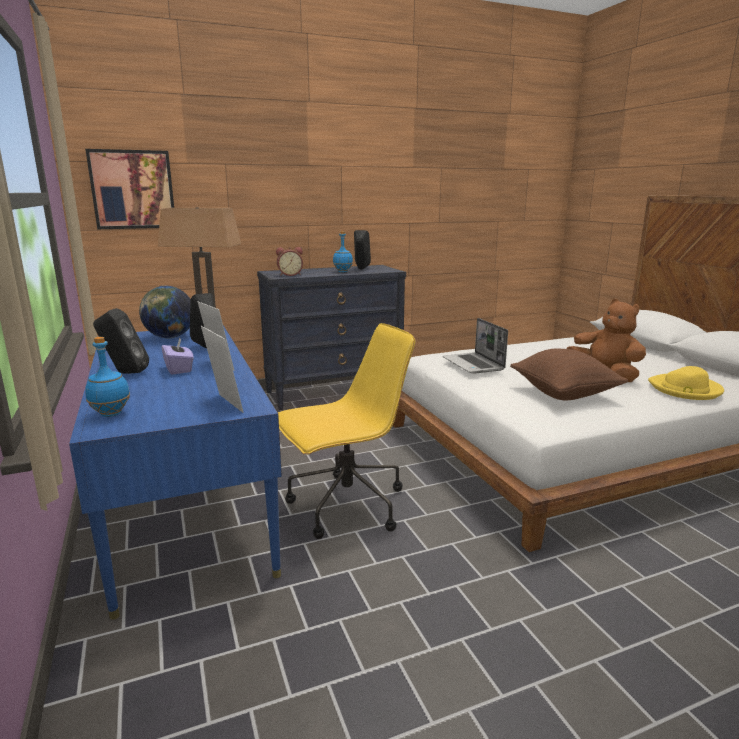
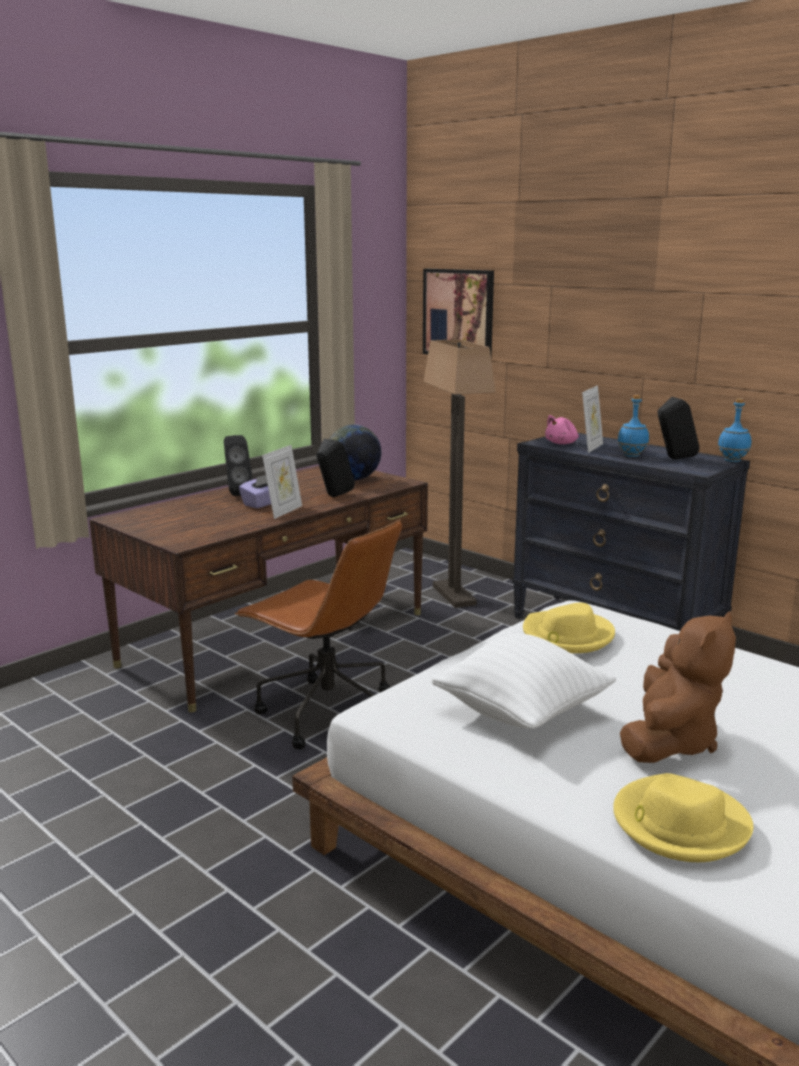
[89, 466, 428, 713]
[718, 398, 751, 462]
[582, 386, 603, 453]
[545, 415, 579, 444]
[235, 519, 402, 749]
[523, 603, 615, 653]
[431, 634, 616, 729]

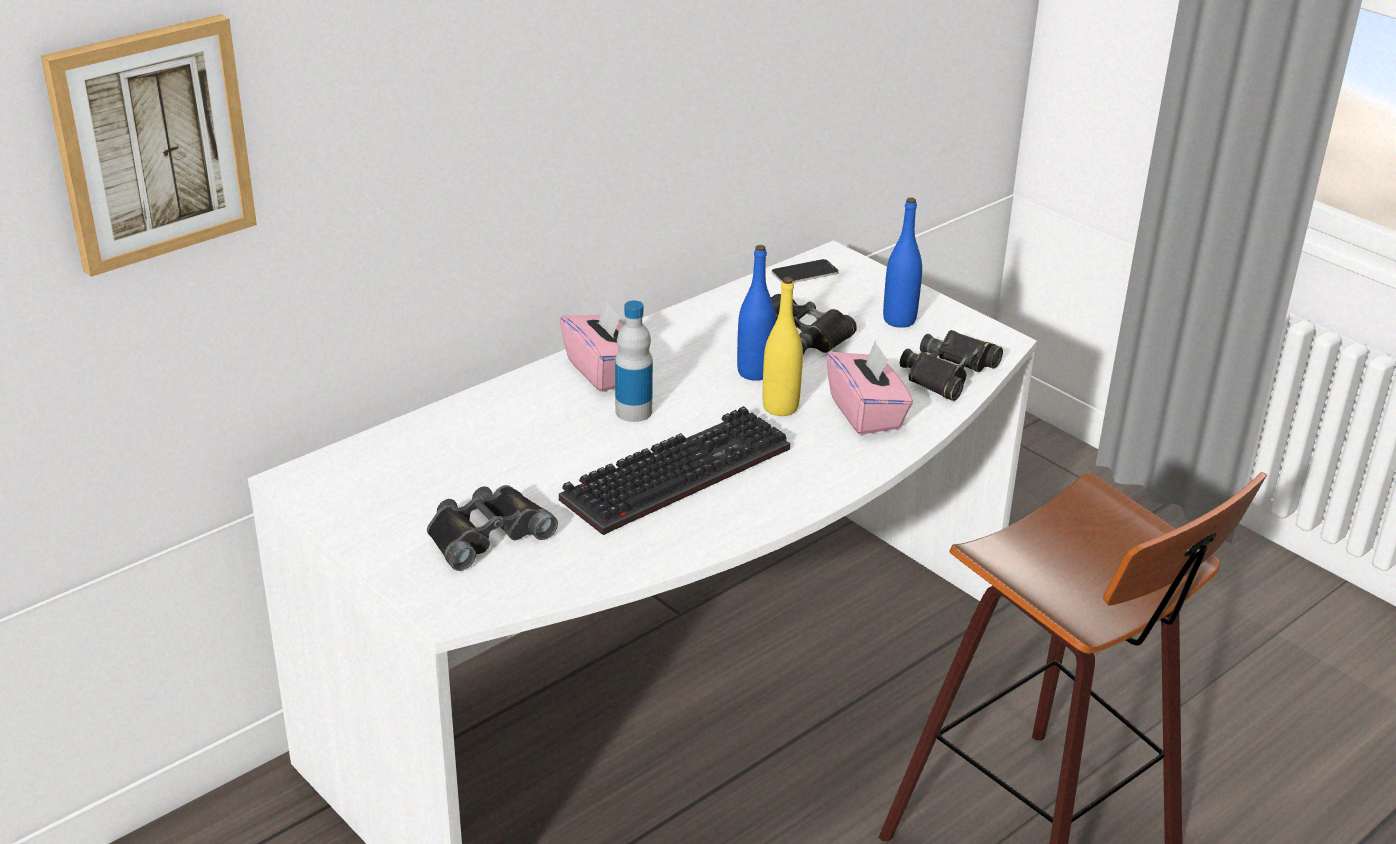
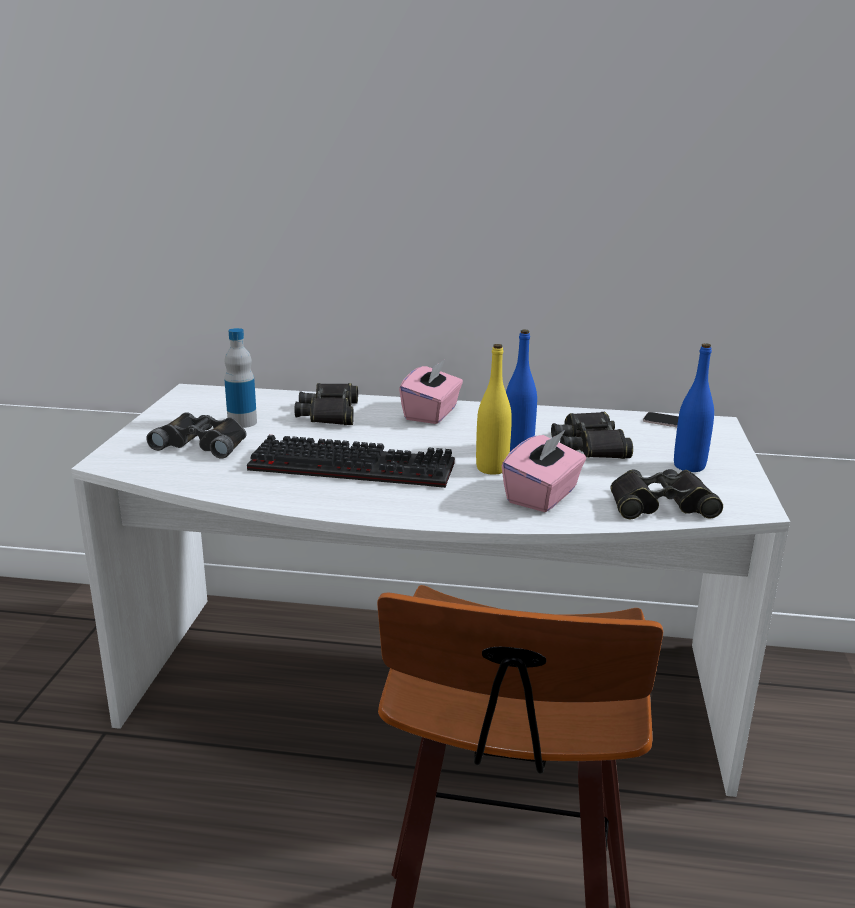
[41, 14, 257, 277] (first image)
[224, 328, 257, 428]
[294, 383, 358, 425]

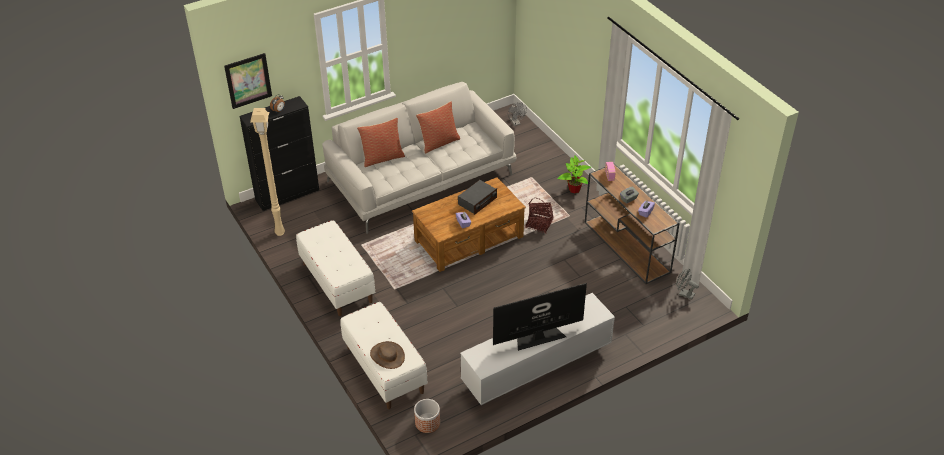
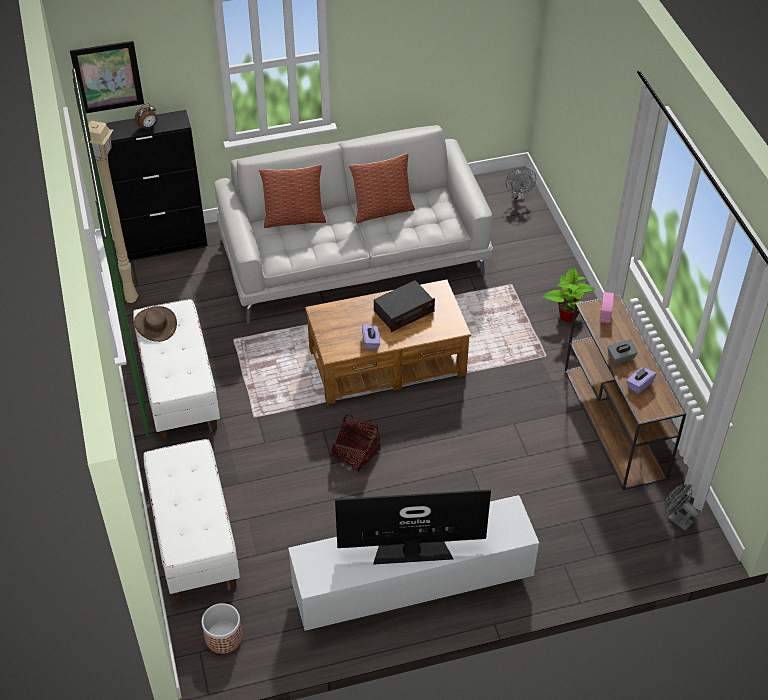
[134, 306, 177, 342]
[331, 414, 380, 472]

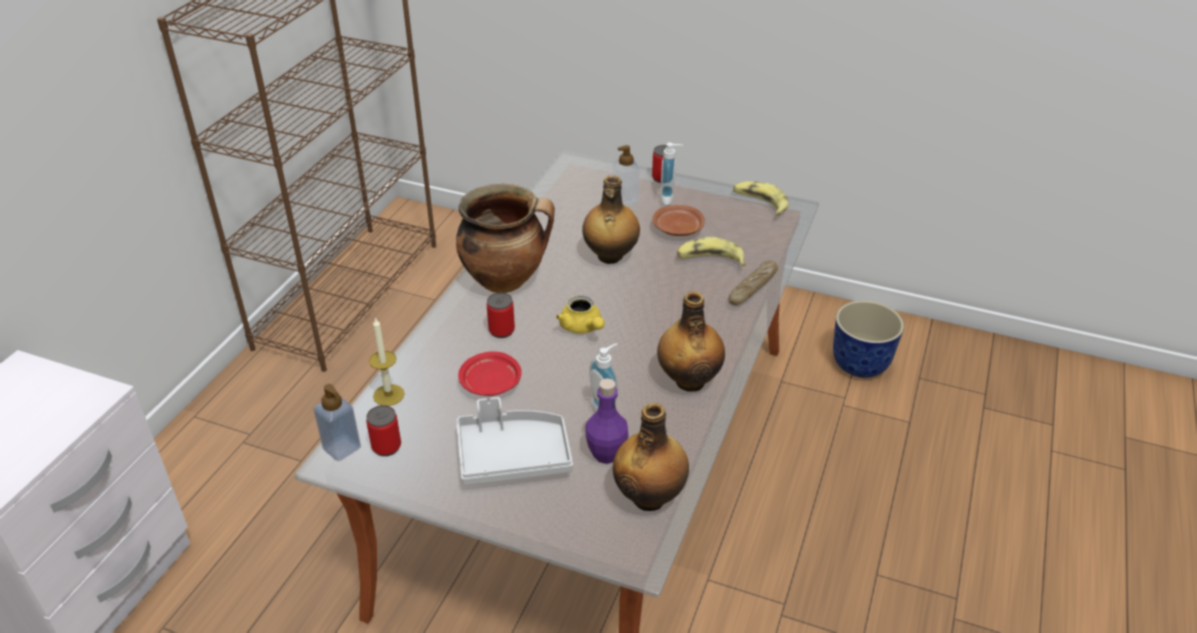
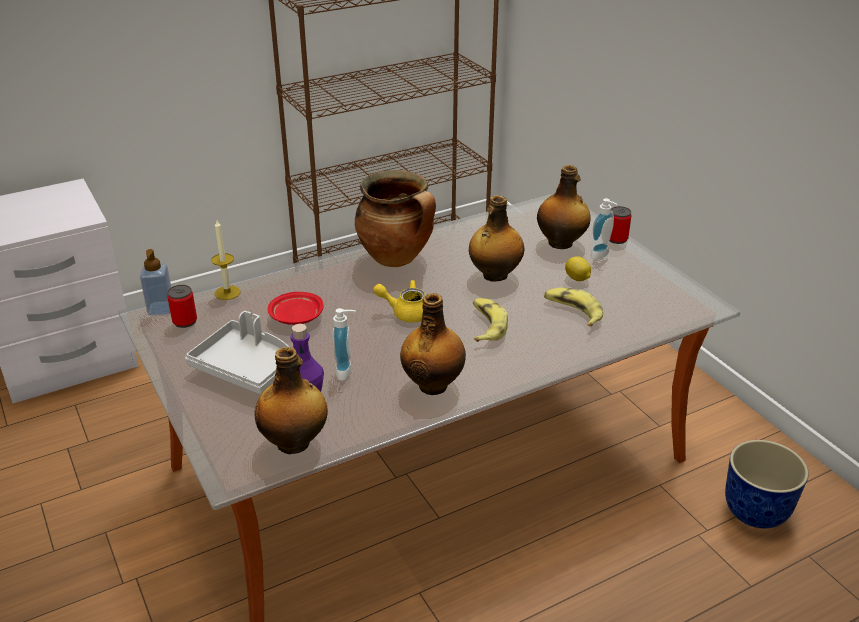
[487, 293, 515, 338] (first image)
[373, 280, 425, 322]
[537, 165, 591, 249]
[565, 256, 591, 281]
[729, 260, 778, 305] (first image)
[473, 298, 508, 342]

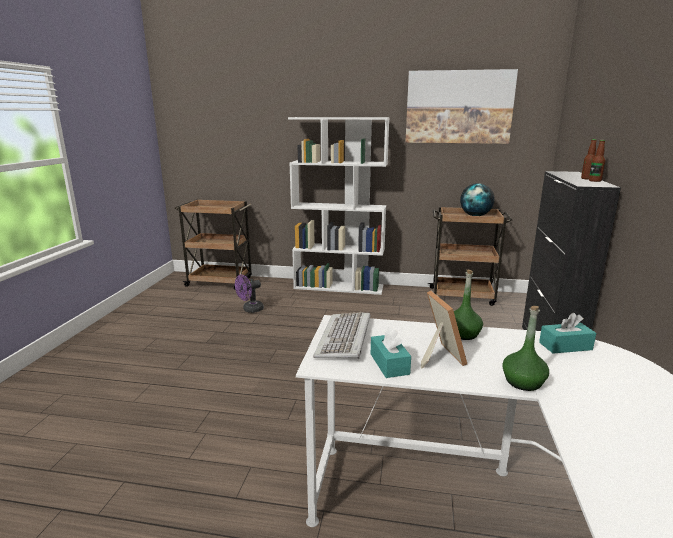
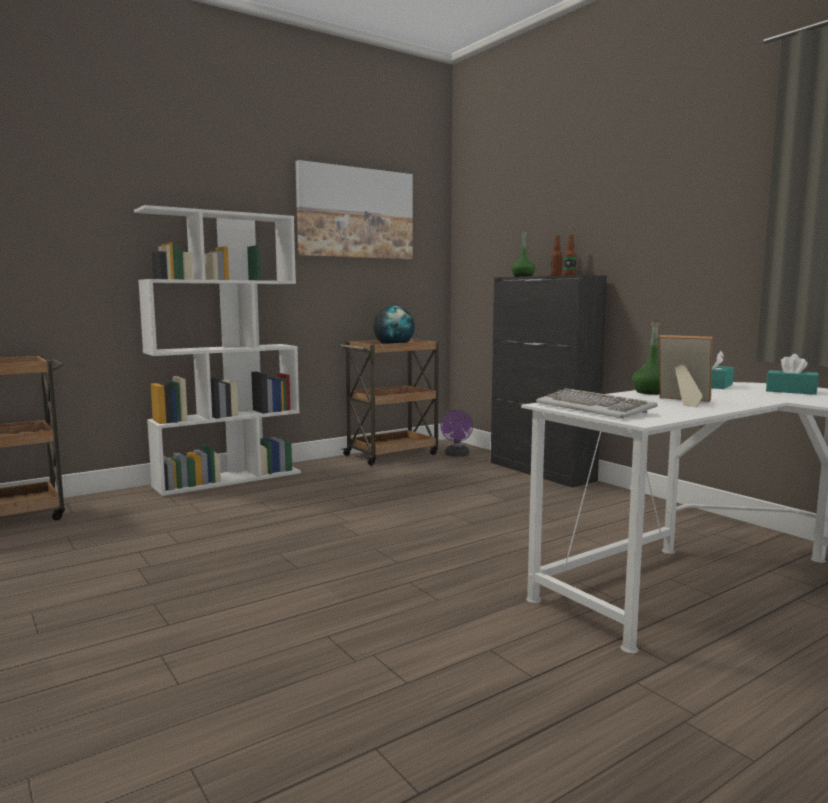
[440, 410, 473, 457]
[766, 354, 819, 395]
[512, 230, 535, 277]

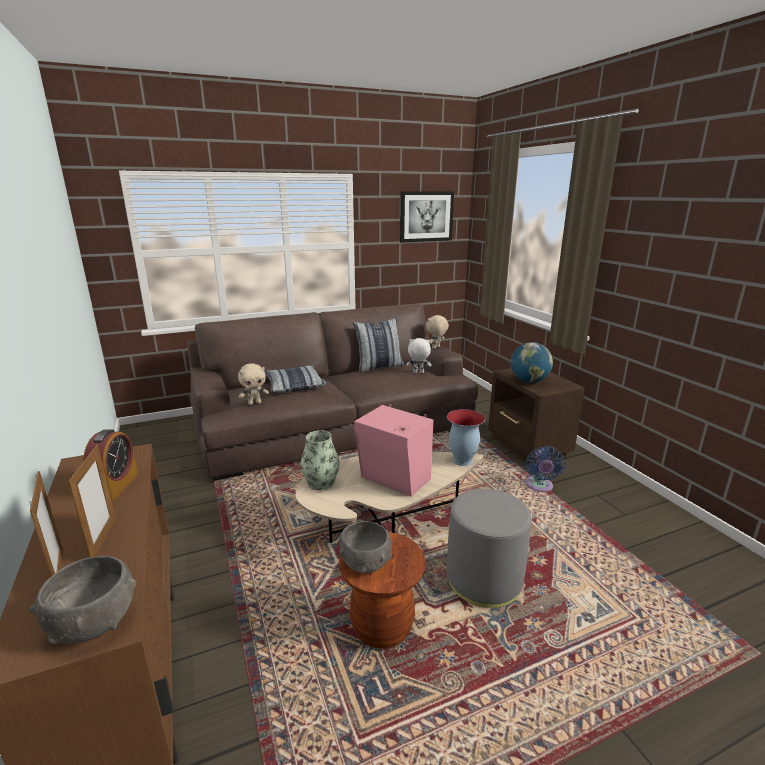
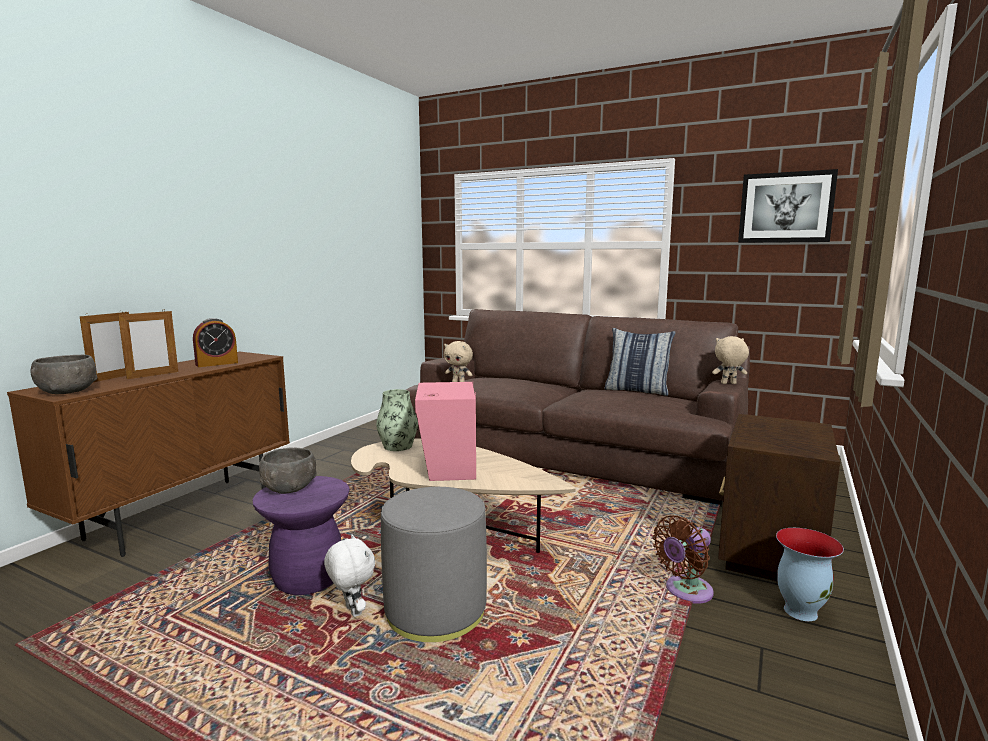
[264, 365, 327, 393] (first image)
[252, 476, 350, 595]
[324, 534, 375, 617]
[776, 528, 844, 621]
[511, 342, 553, 383] (first image)
[653, 515, 714, 604]

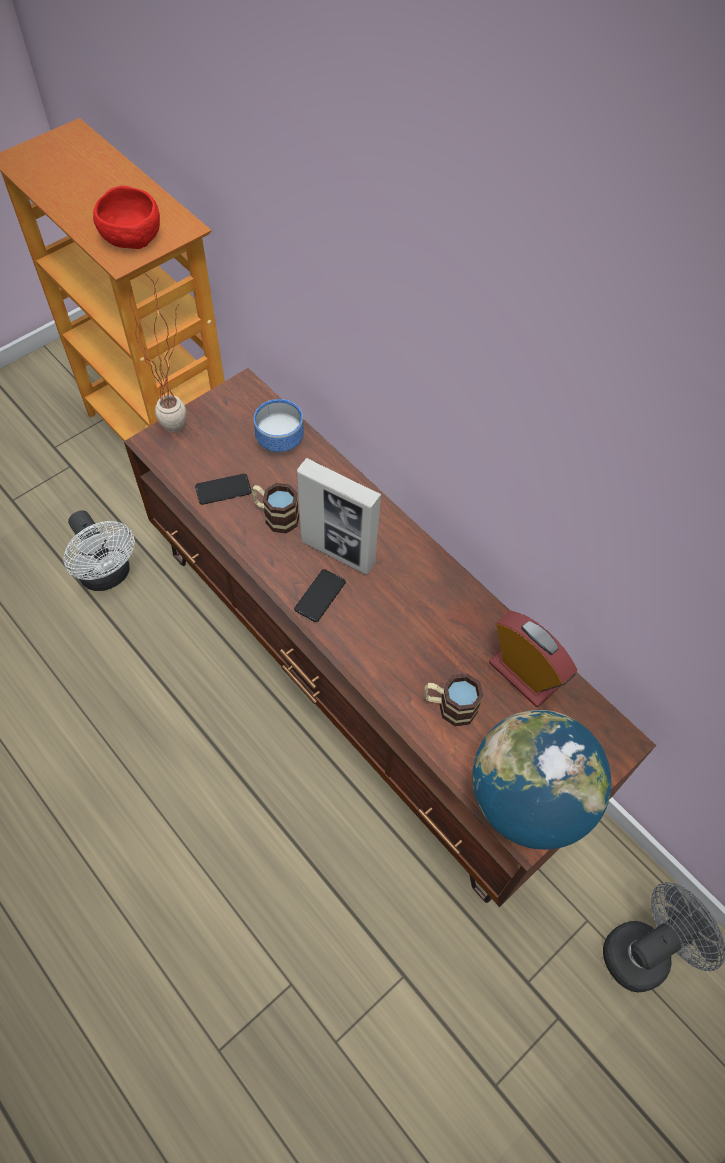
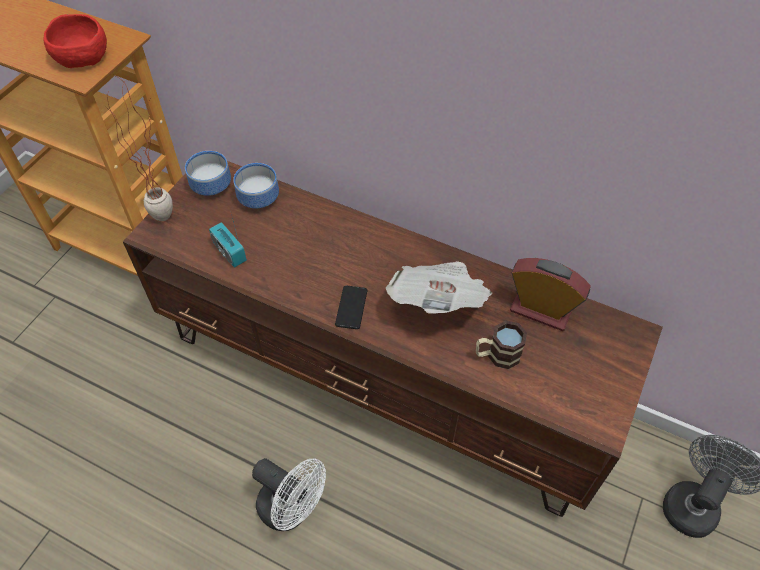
[252, 458, 326, 531]
[209, 214, 247, 268]
[252, 483, 299, 533] (first image)
[297, 458, 381, 574] (first image)
[472, 710, 611, 850] (first image)
[185, 151, 231, 196]
[386, 261, 492, 314]

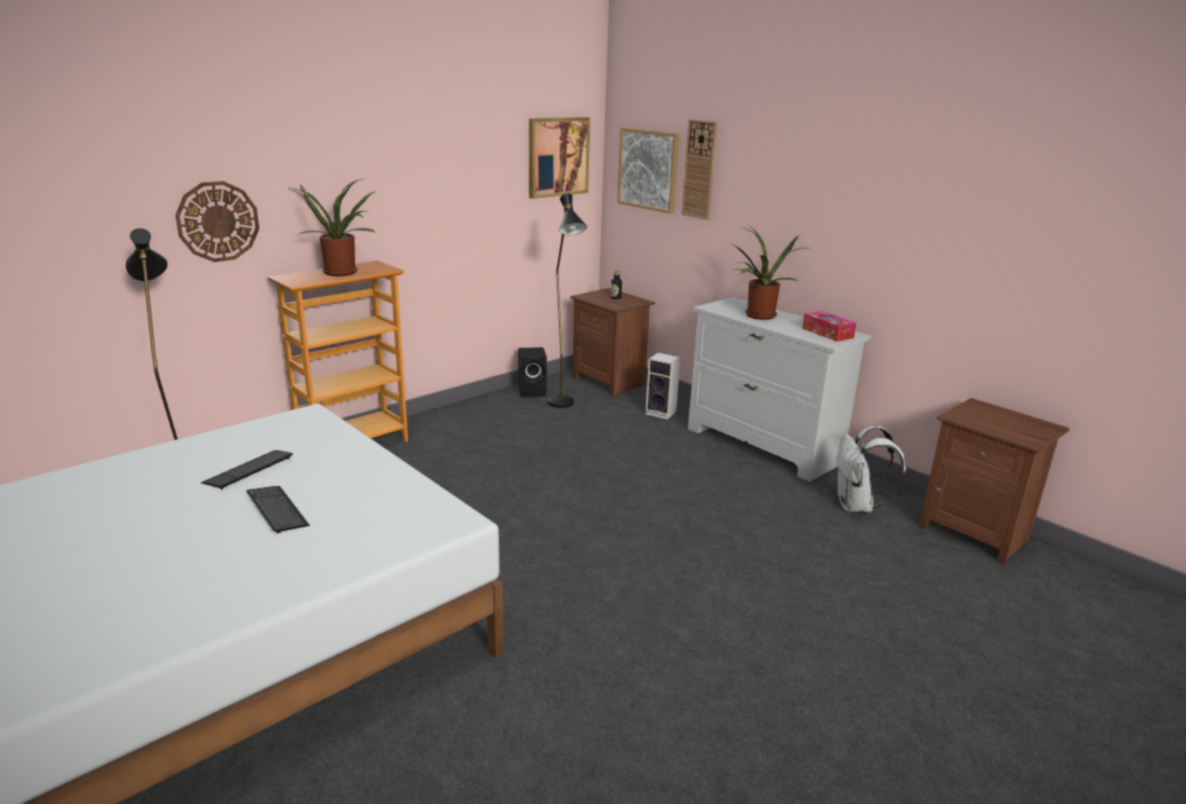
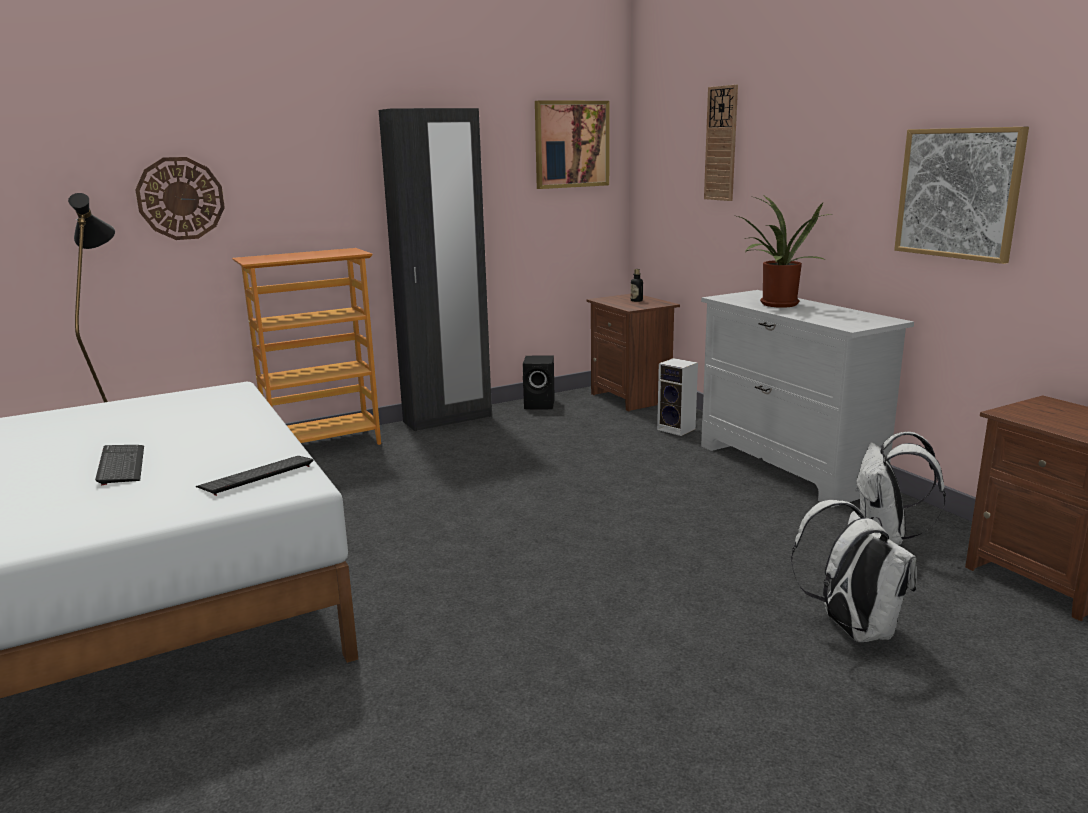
[196, 456, 314, 496]
[291, 178, 377, 276] (first image)
[547, 193, 587, 408] (first image)
[894, 127, 1029, 264]
[802, 311, 856, 342] (first image)
[379, 108, 492, 431]
[791, 500, 917, 642]

